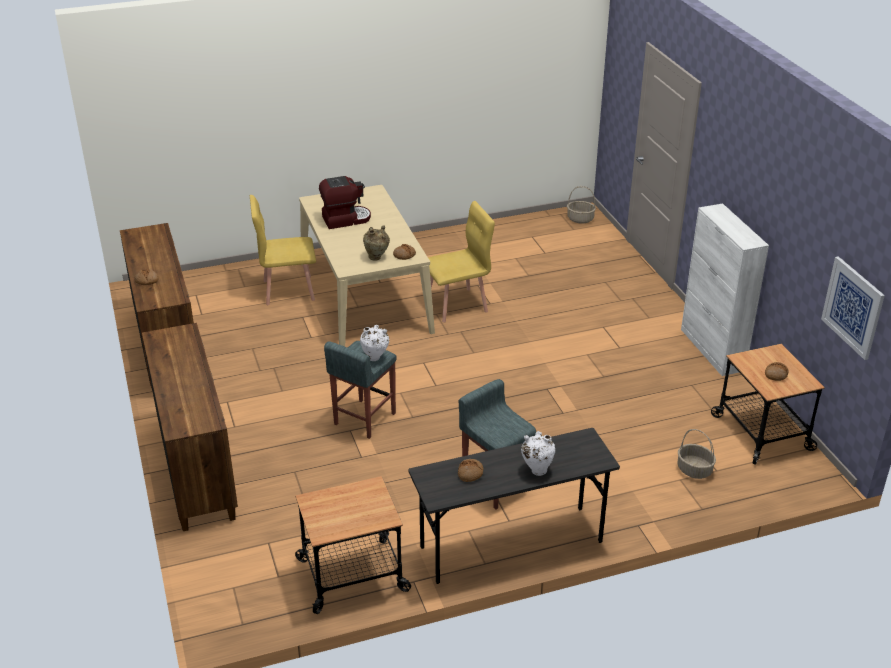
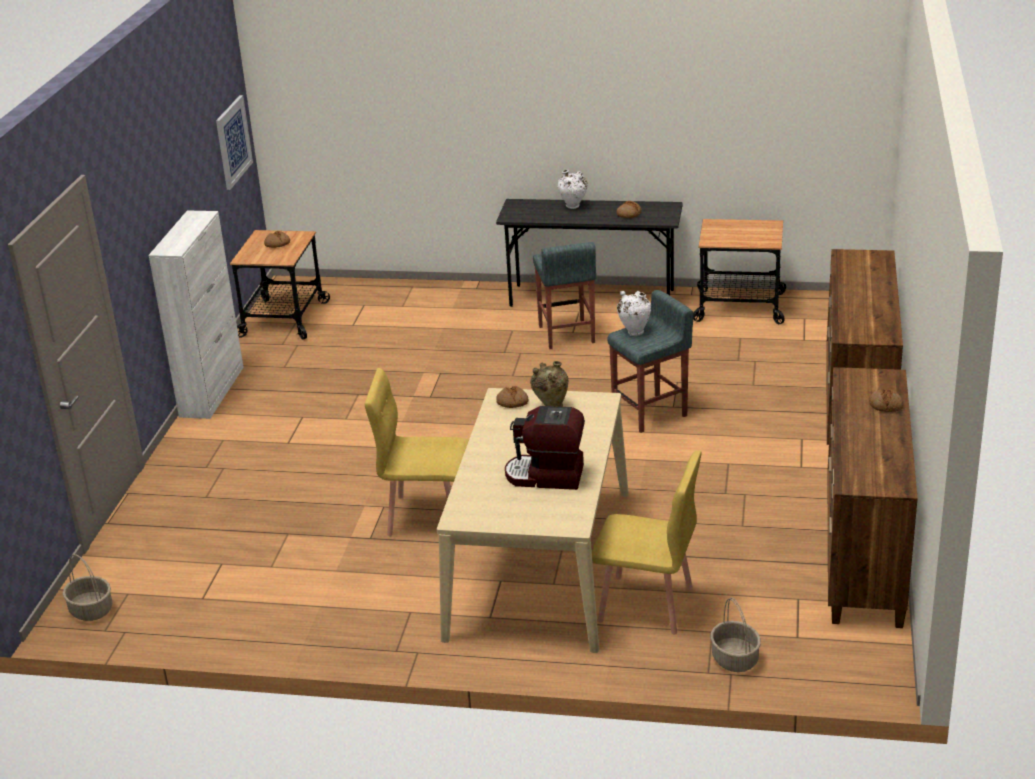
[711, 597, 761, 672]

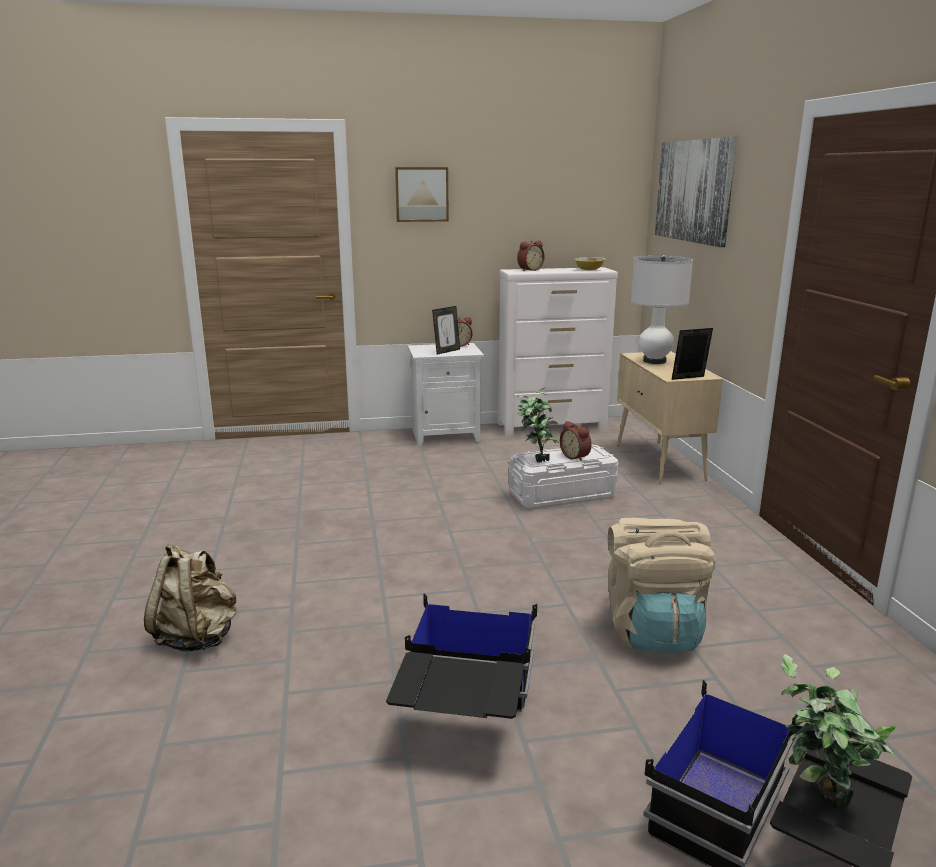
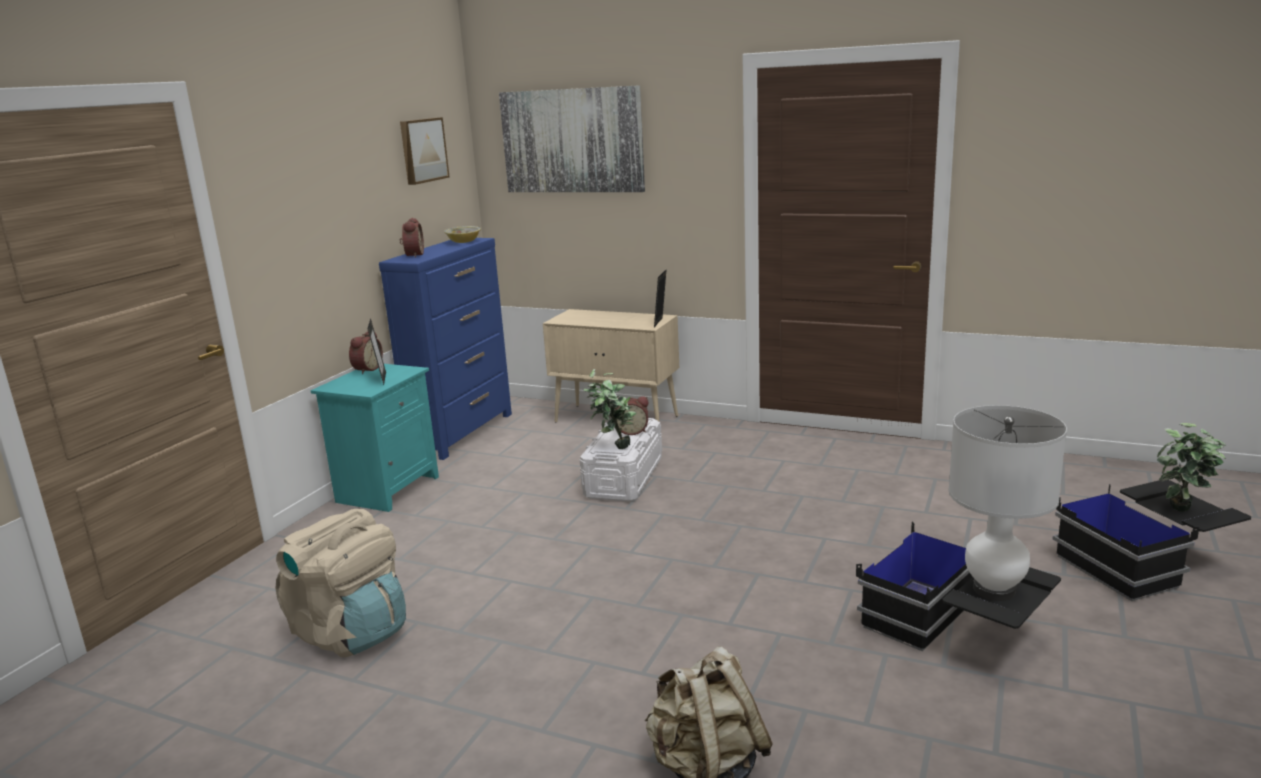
[400, 117, 449, 185]
[311, 364, 439, 512]
[379, 238, 512, 460]
[276, 509, 406, 657]
[948, 405, 1067, 601]

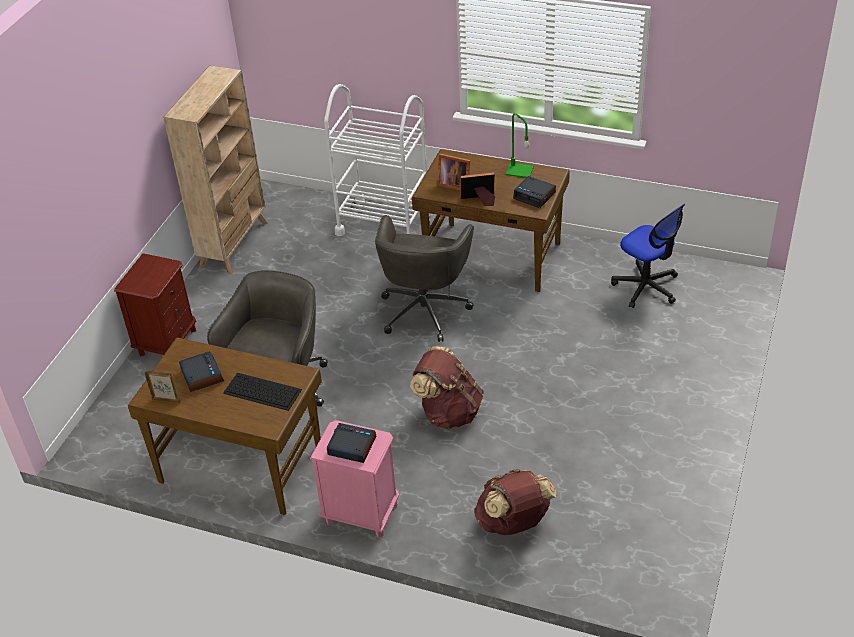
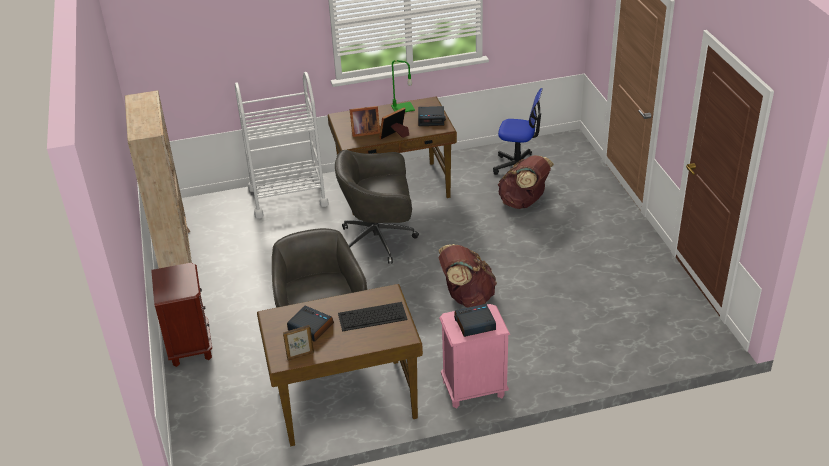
[335, 150, 419, 264]
[498, 155, 554, 209]

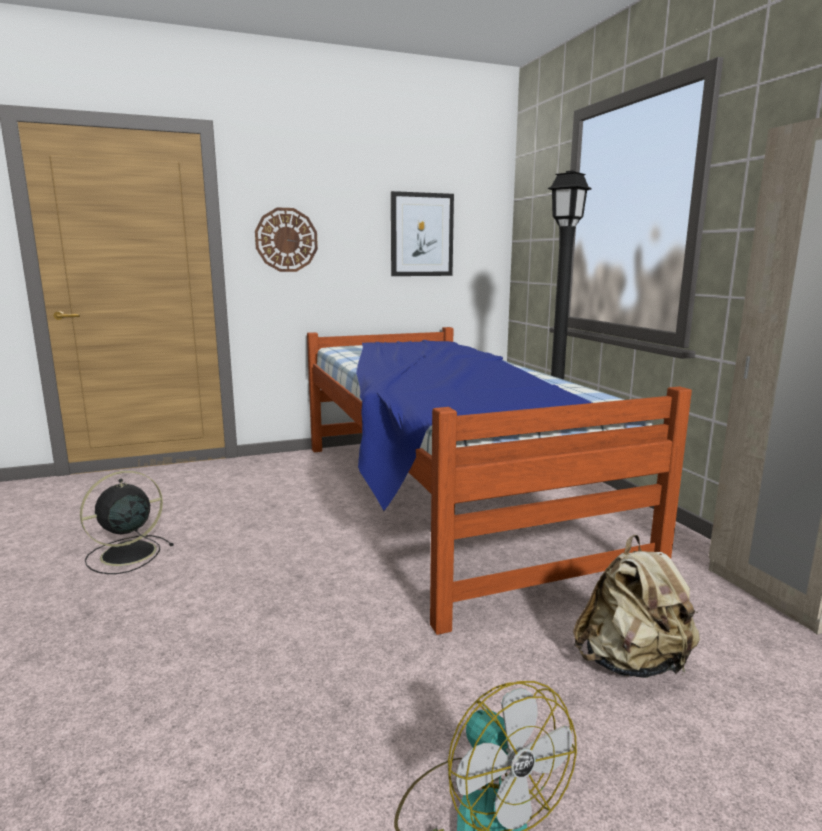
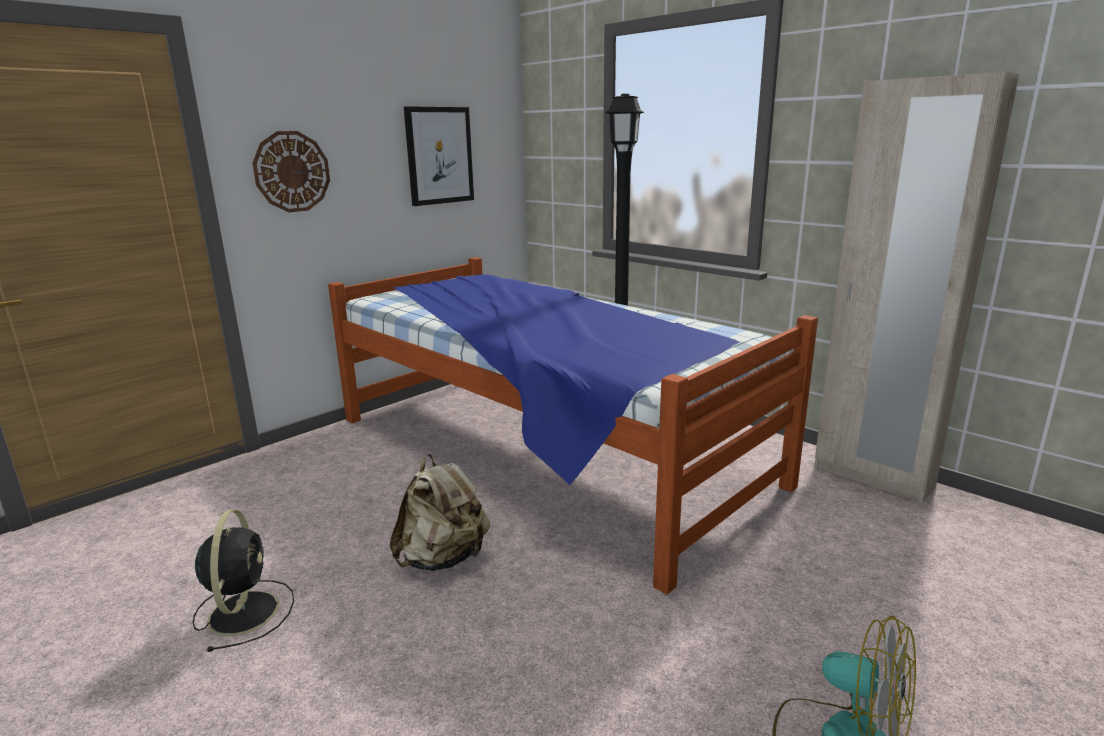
[192, 509, 294, 652]
[390, 454, 490, 571]

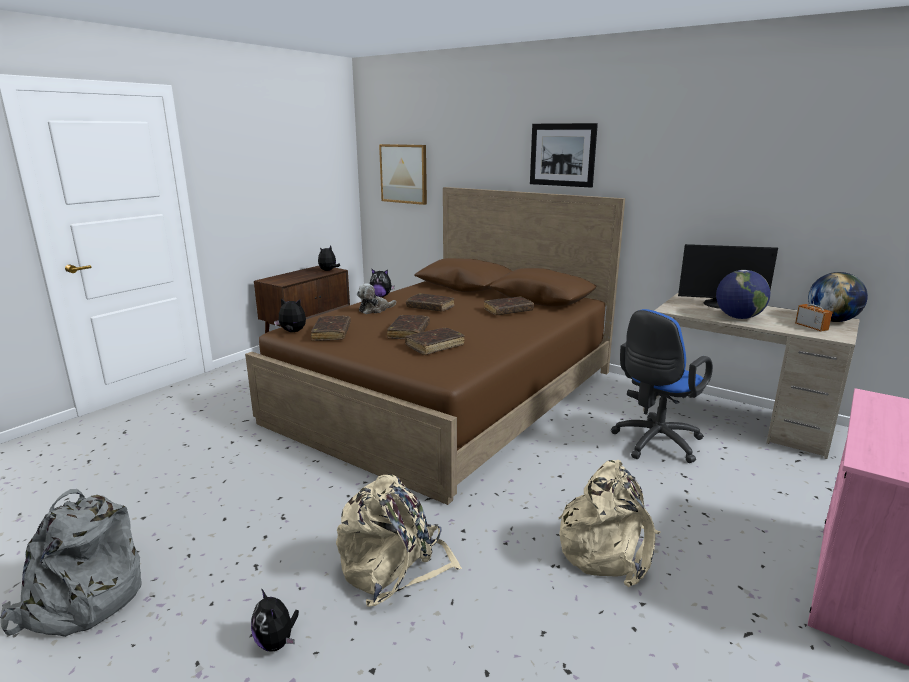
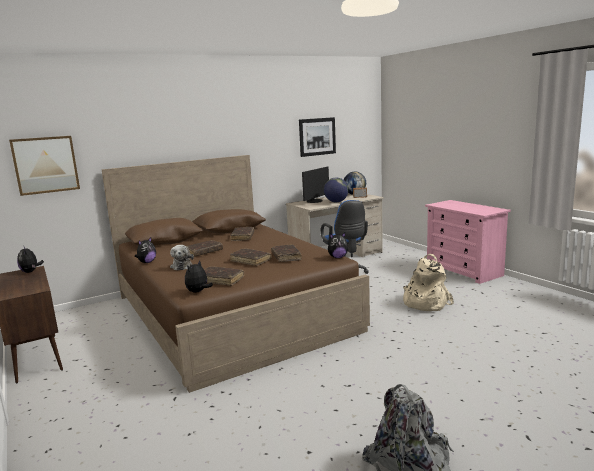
[328, 233, 348, 258]
[336, 475, 462, 607] (first image)
[299, 117, 336, 157]

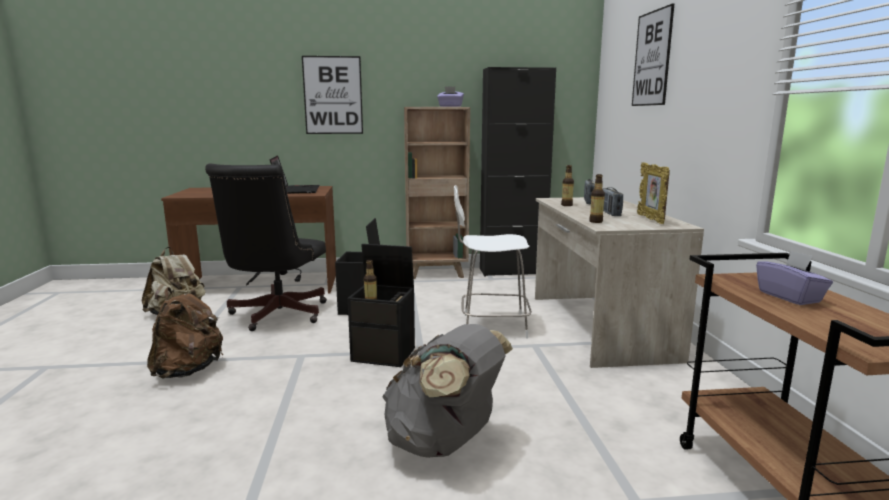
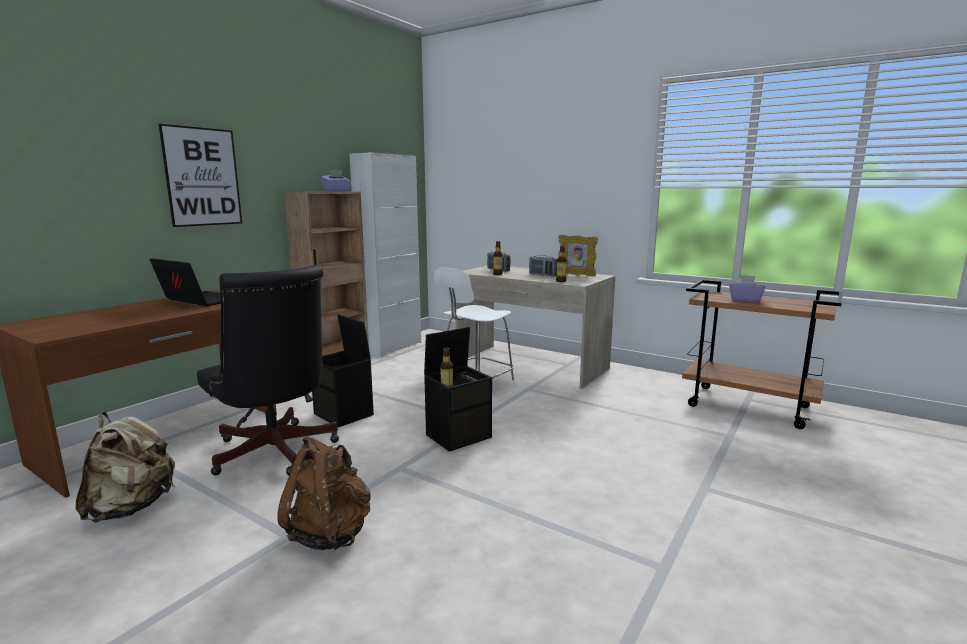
[383, 324, 513, 458] (first image)
[349, 152, 421, 357]
[632, 3, 675, 106] (first image)

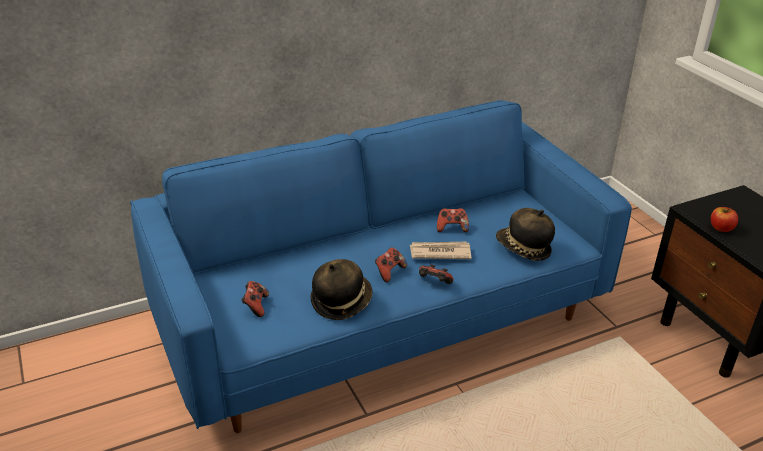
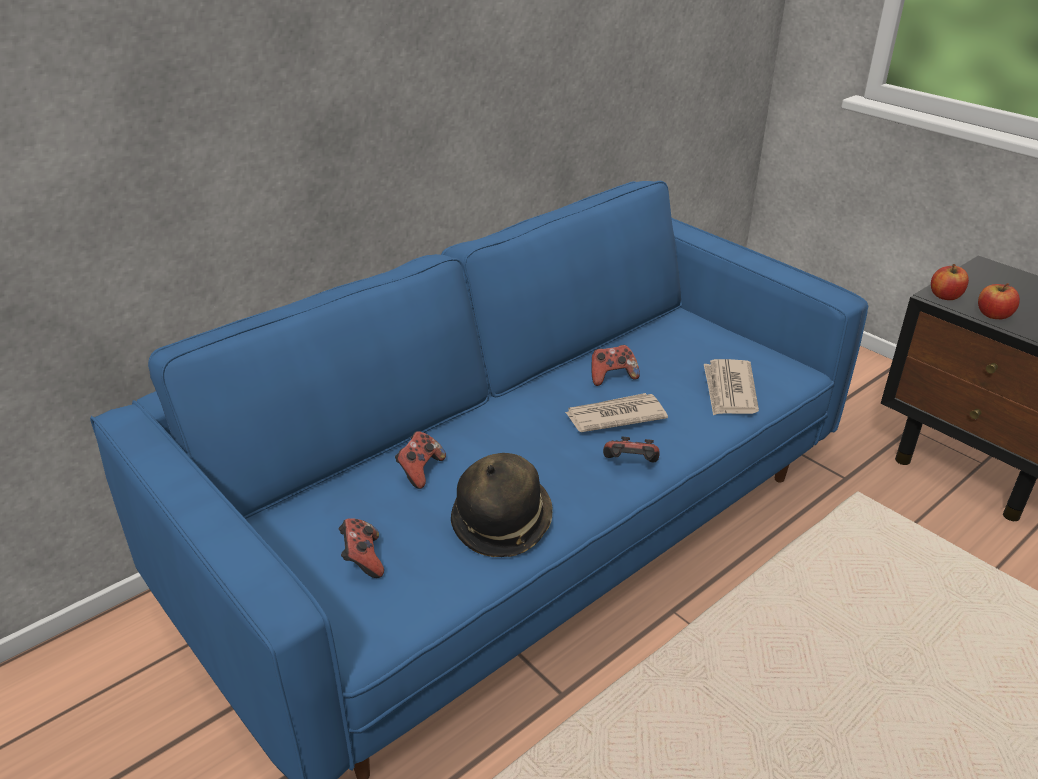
[395, 431, 446, 489]
[704, 359, 759, 415]
[931, 264, 969, 300]

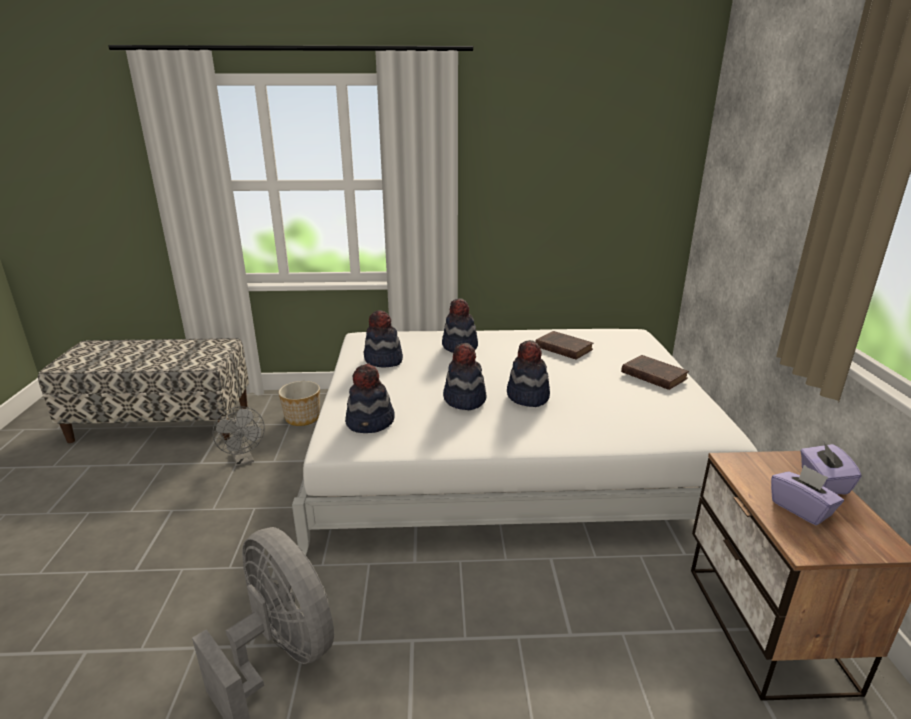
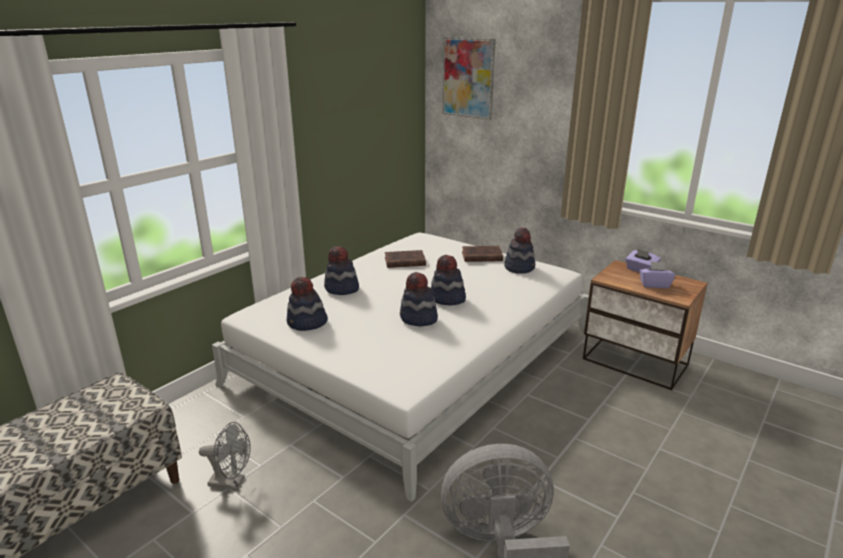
[278, 381, 320, 426] (first image)
[504, 227, 535, 274]
[442, 37, 496, 120]

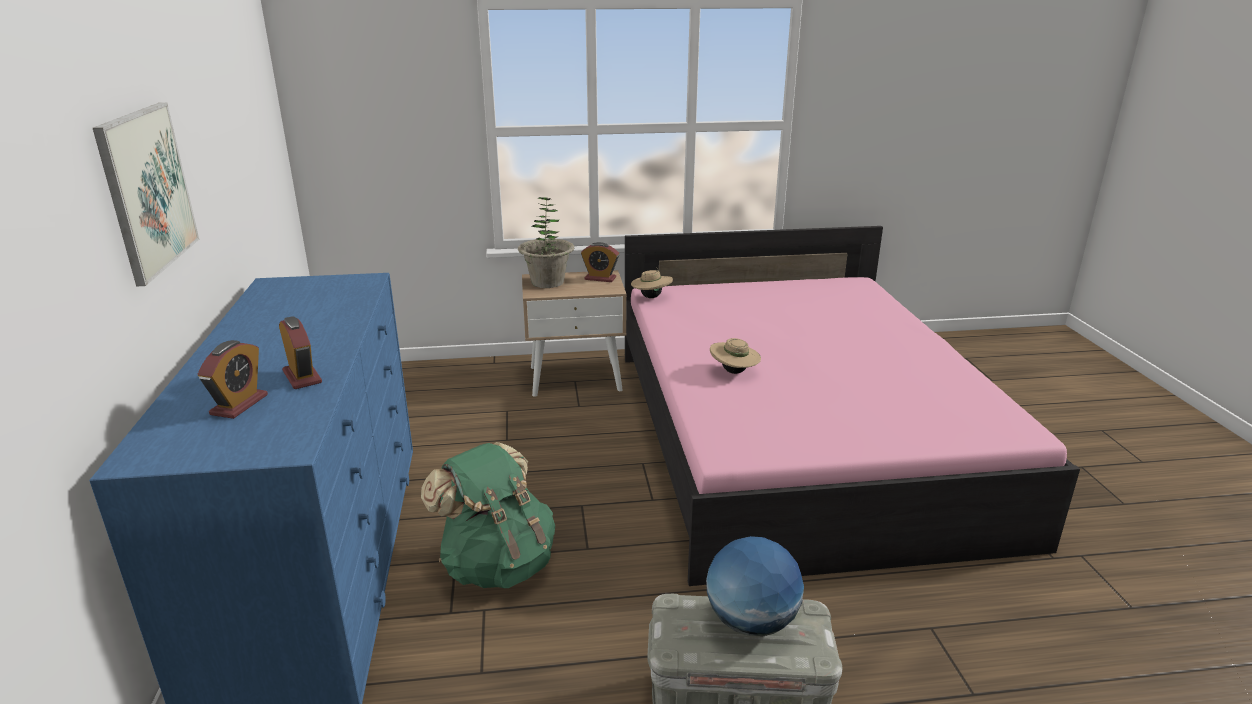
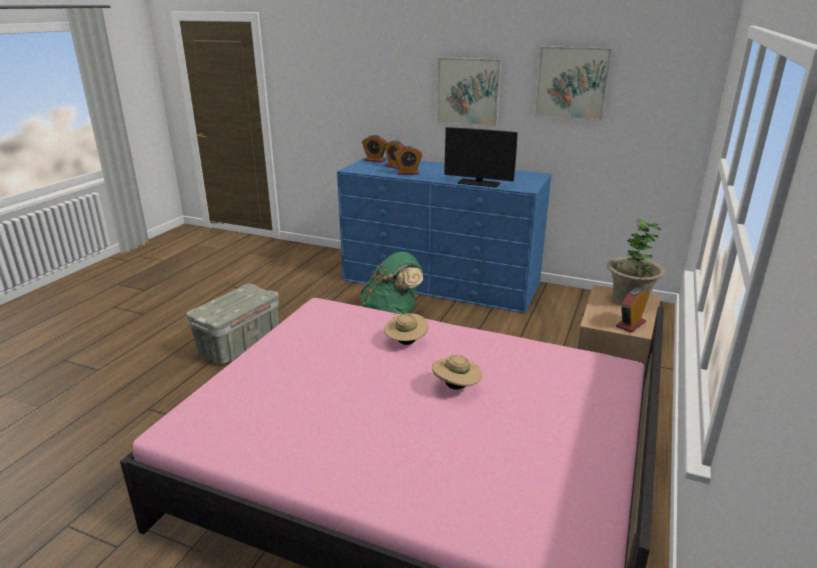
[432, 355, 482, 390]
[706, 536, 804, 636] (first image)
[362, 135, 387, 162]
[444, 127, 518, 188]
[535, 46, 612, 121]

